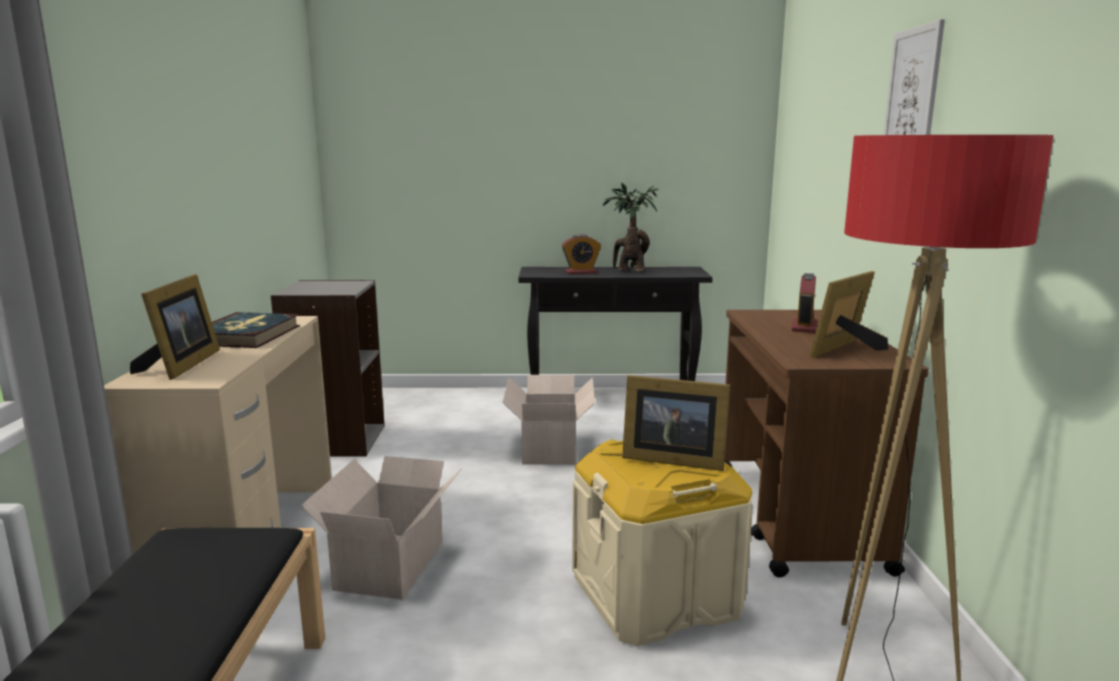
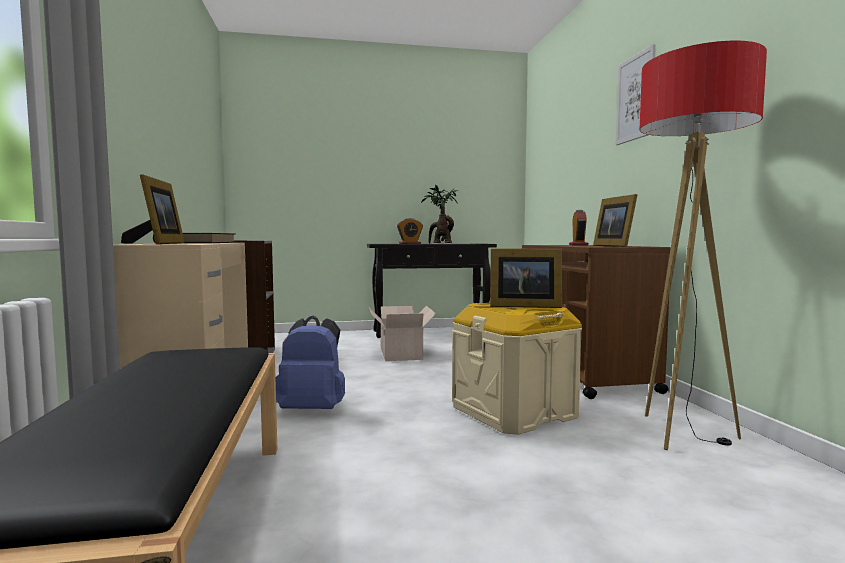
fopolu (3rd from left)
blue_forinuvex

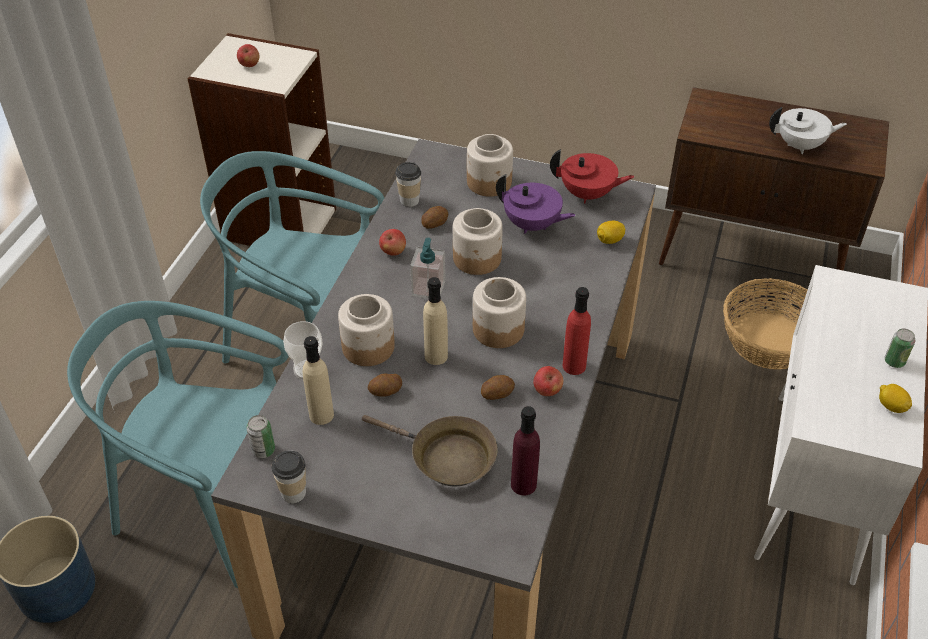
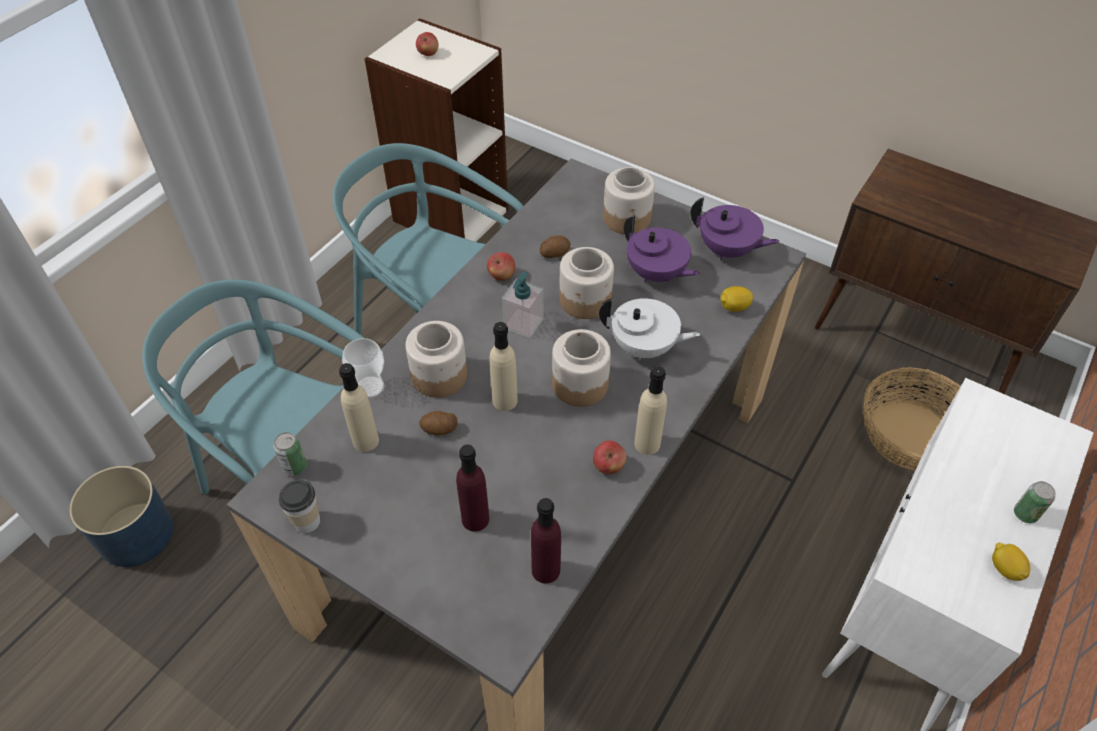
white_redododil
purple_redododil (2nd from left)
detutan (3rd from left in the first image)
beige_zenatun (3rd from left)
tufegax (3rd from left in the first image)
purple_zenatun (1st from left)

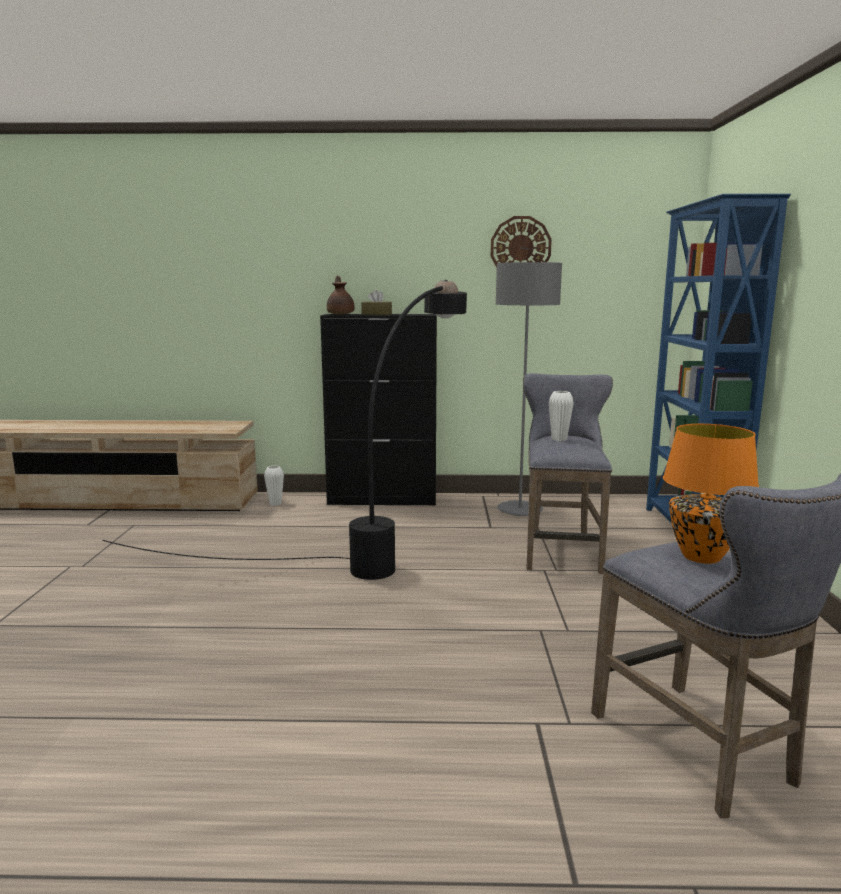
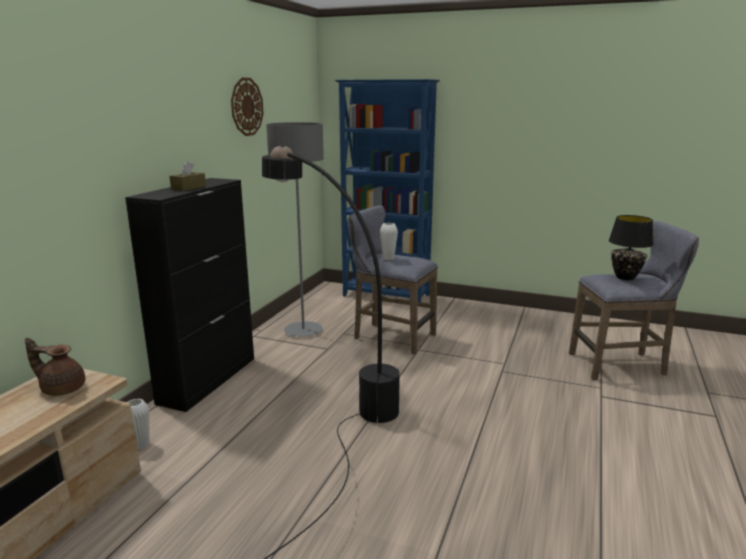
brown_redododil
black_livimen

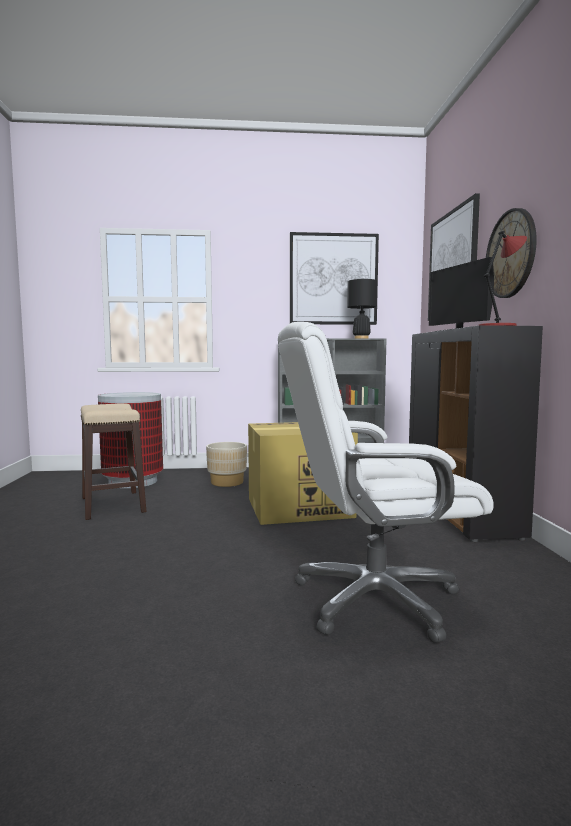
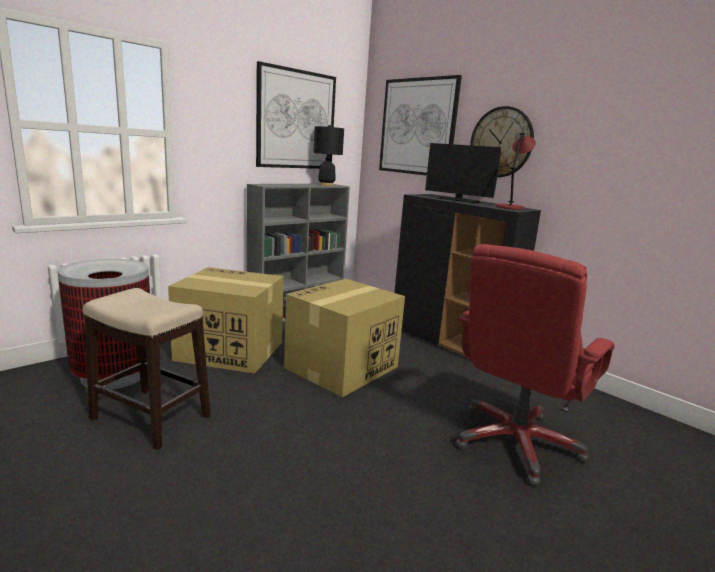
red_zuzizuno
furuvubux (1st from left)

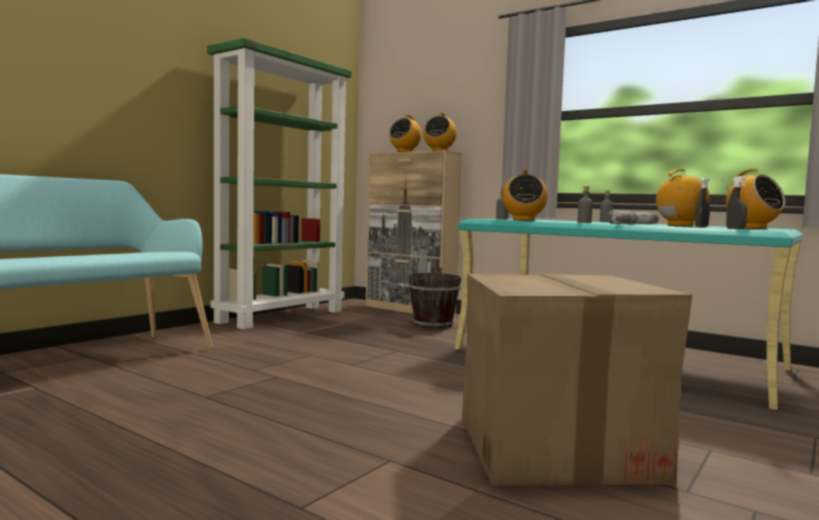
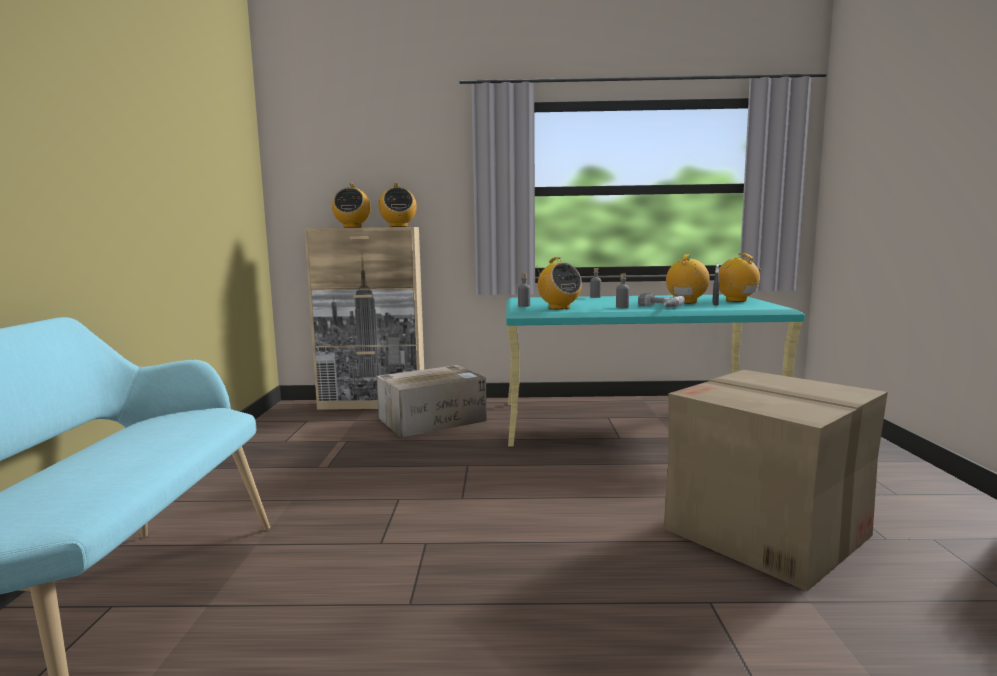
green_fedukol
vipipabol (5th from left)
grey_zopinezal (2nd from left in the first image)
furuvubux (1st from left)

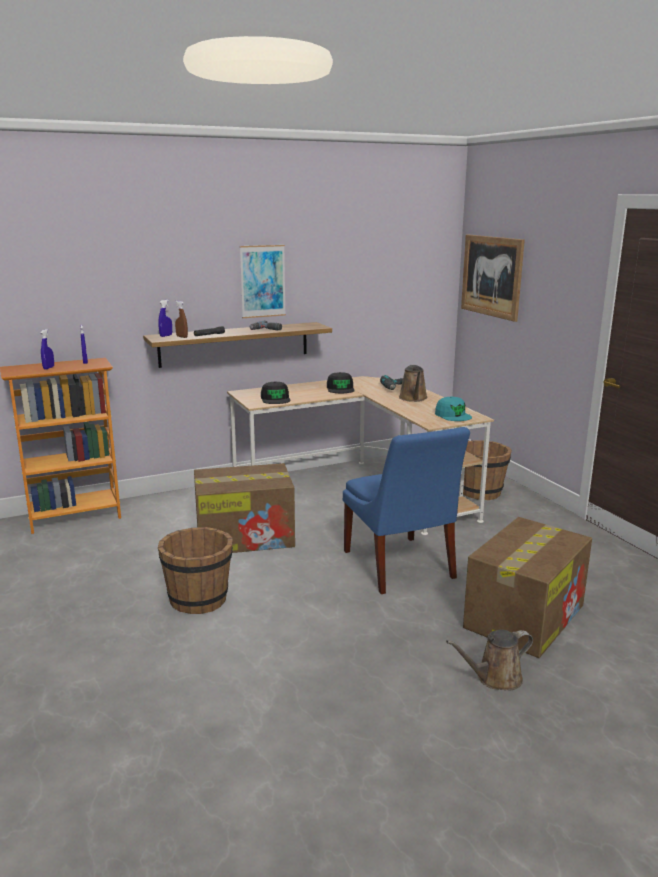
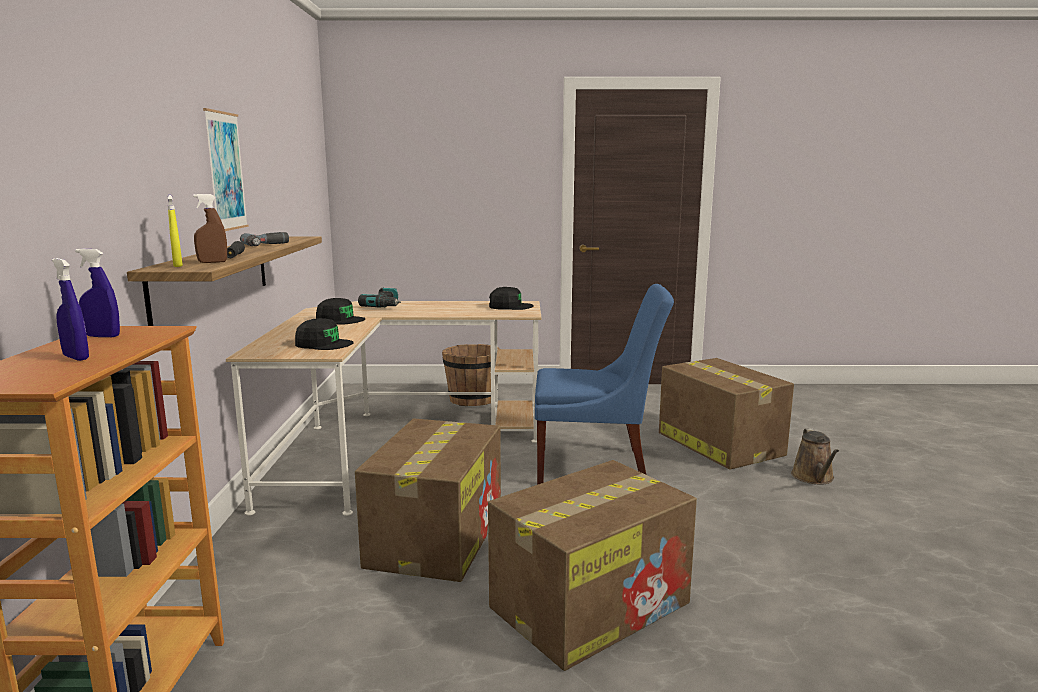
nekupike (2nd from left in the first image)
yellow_zopinezal
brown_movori (1st from left in the first image)
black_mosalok (3rd from left)
furuvubux (2nd from left)

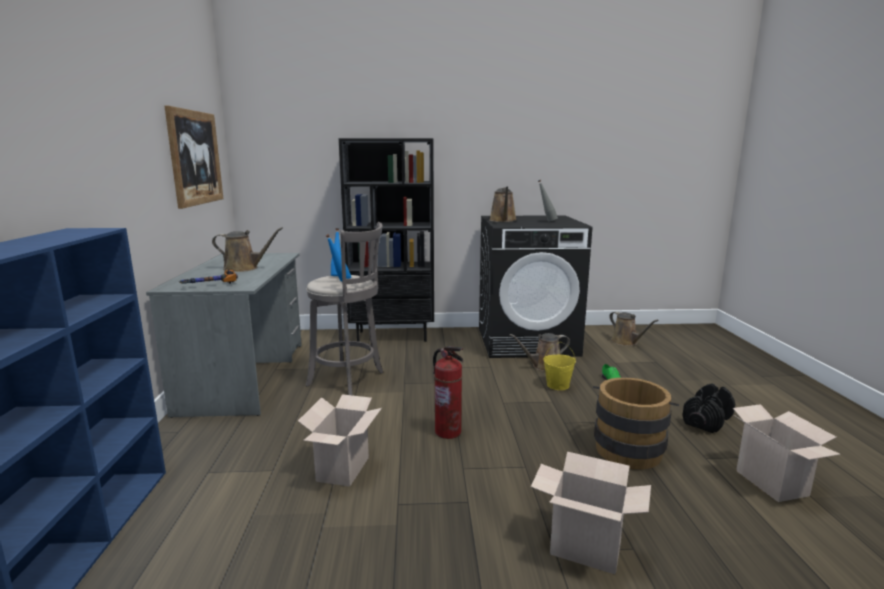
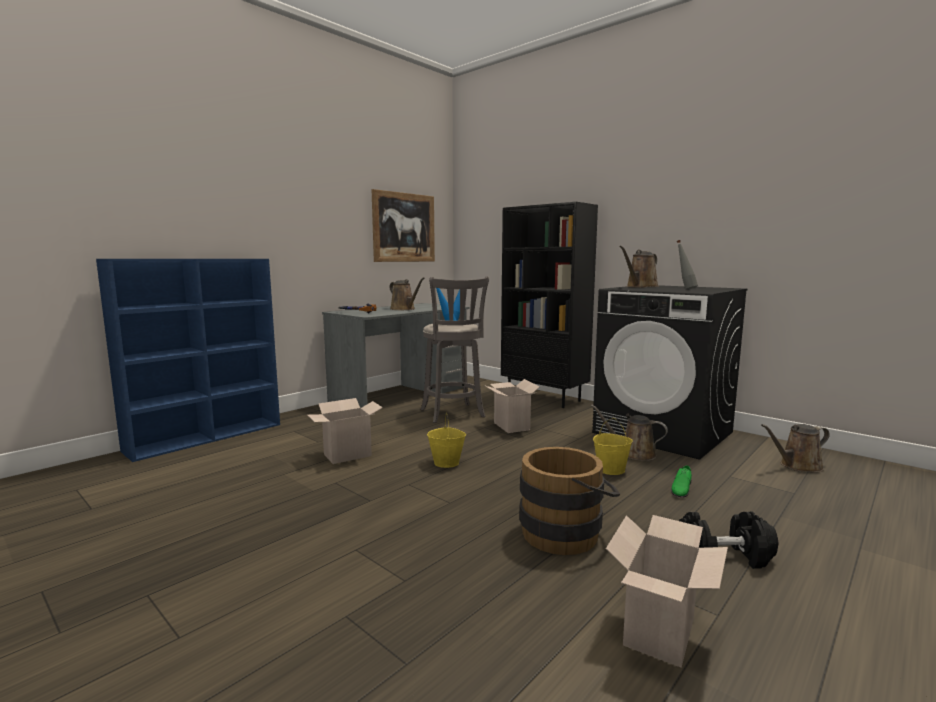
brown_movori (4th from left)
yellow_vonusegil (1st from left)
furuvubux (2nd from left)

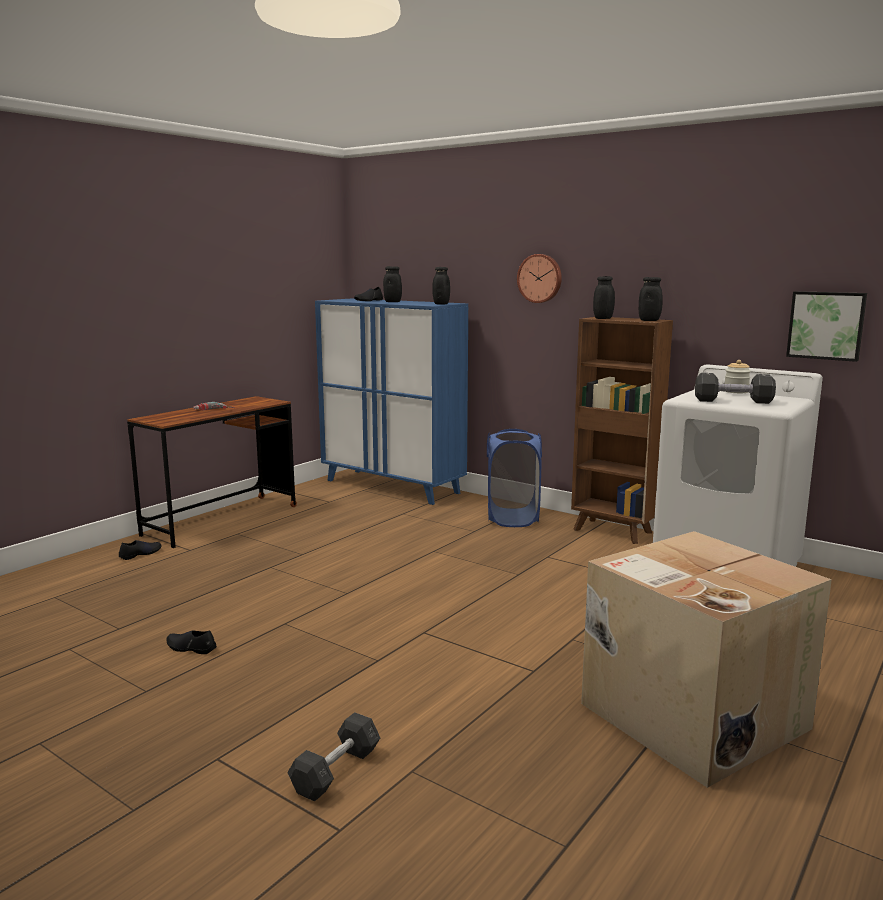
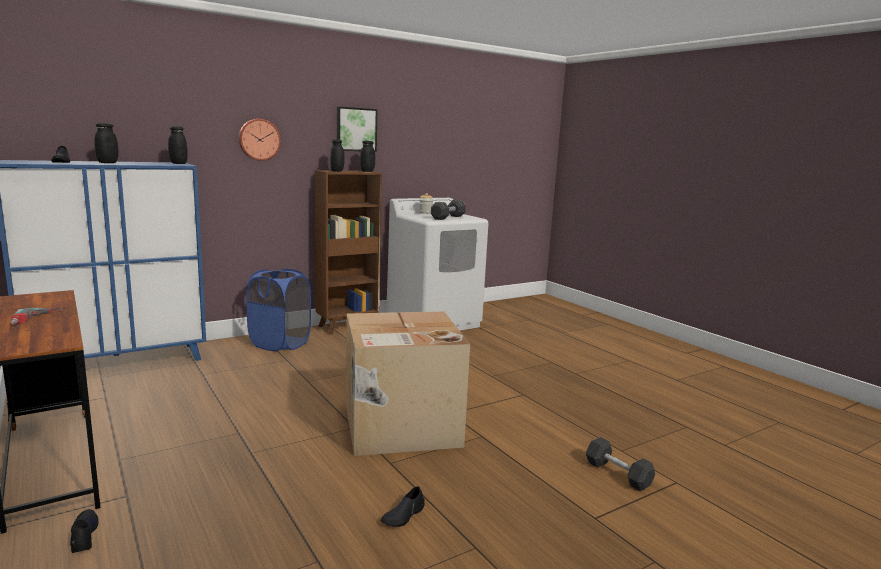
nekupike
furuvubux

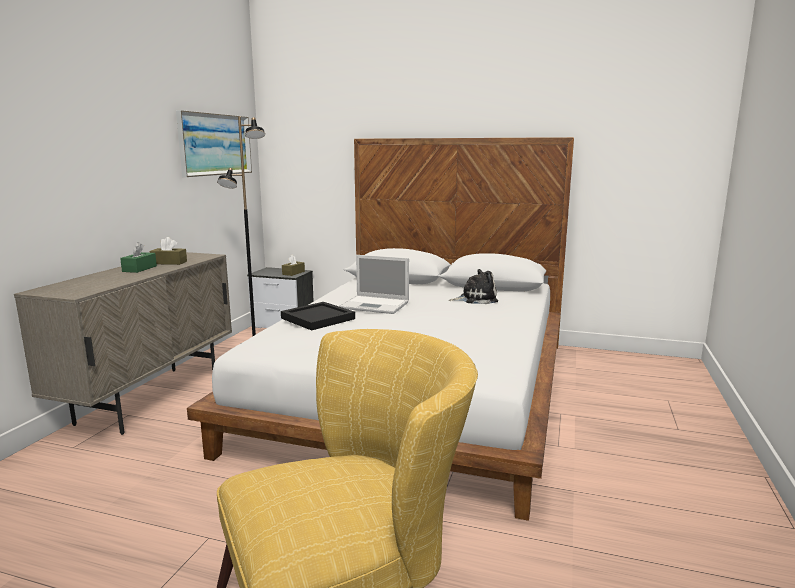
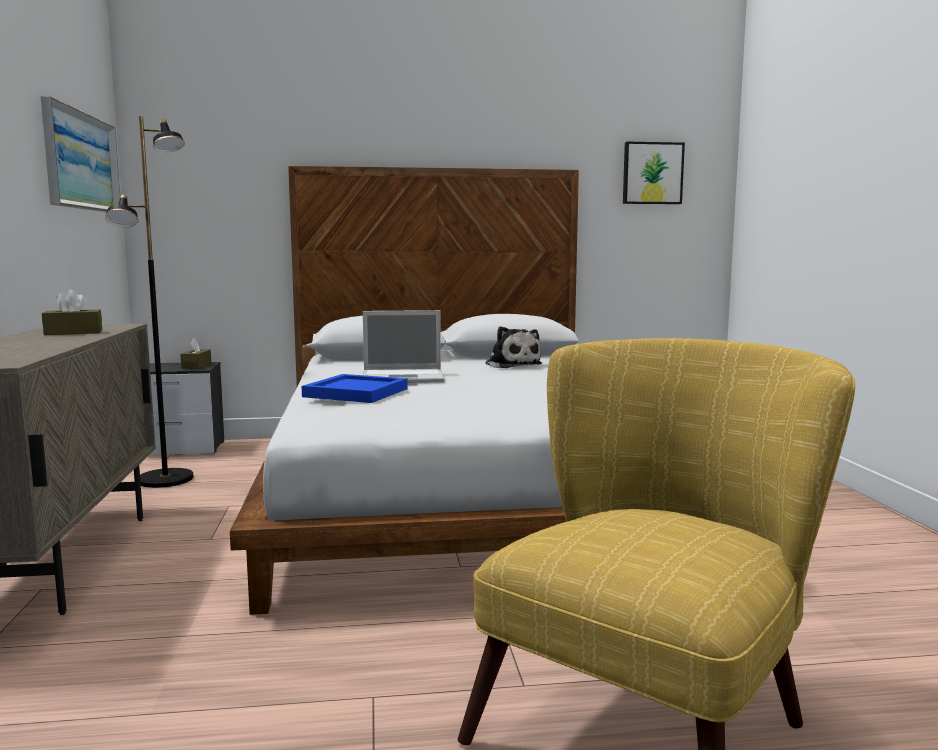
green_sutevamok
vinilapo
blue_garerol
nekupike (2nd from left)

